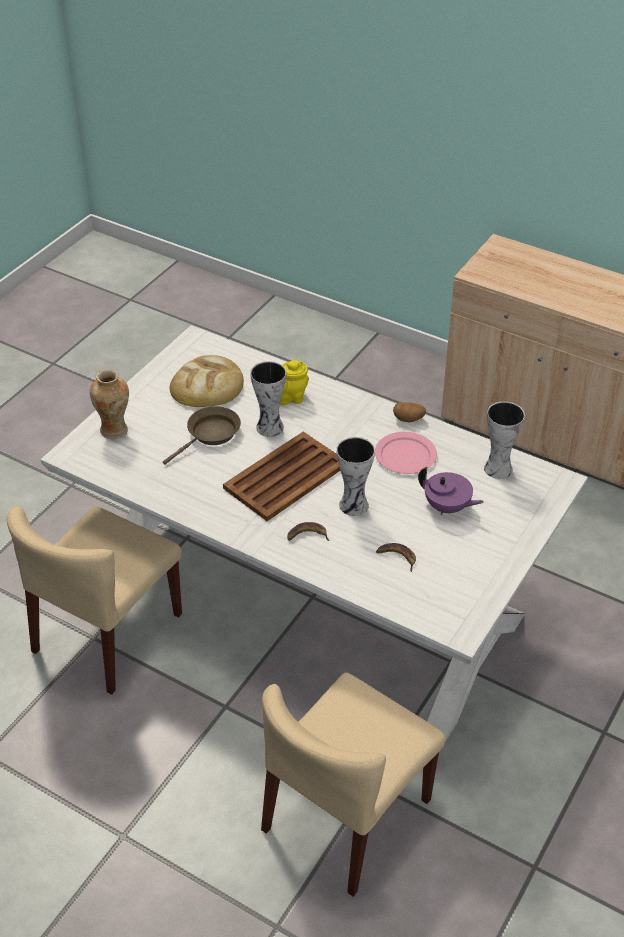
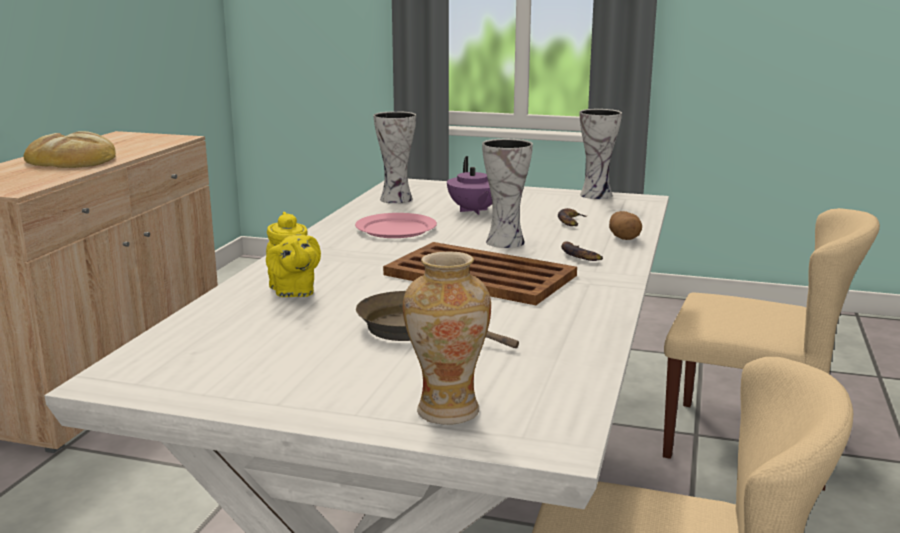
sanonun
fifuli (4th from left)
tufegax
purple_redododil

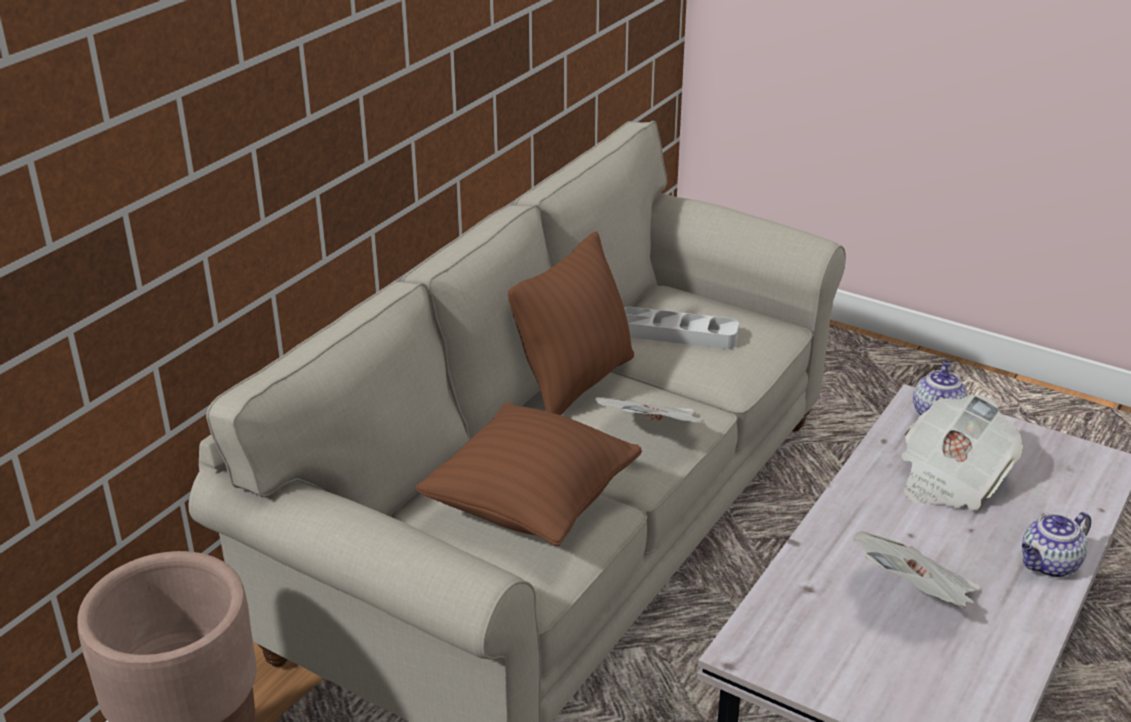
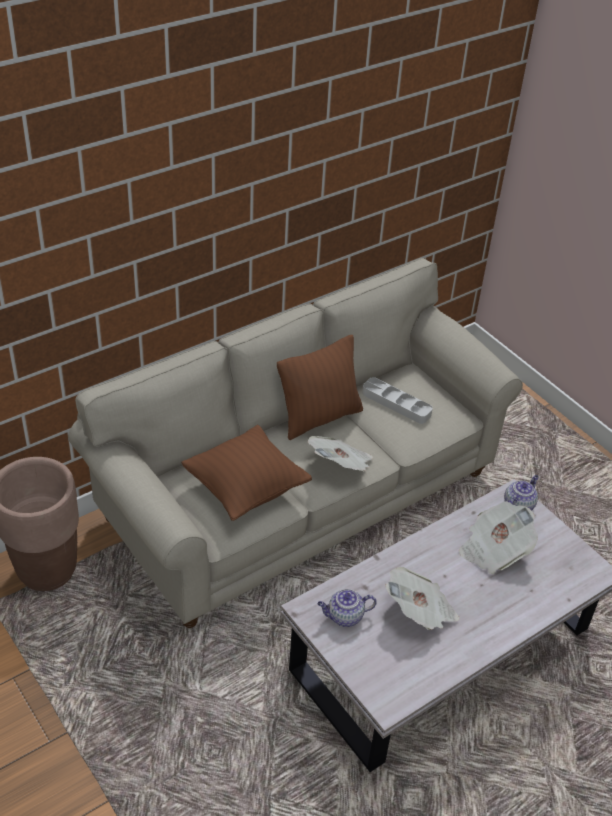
redododil (1st from left)

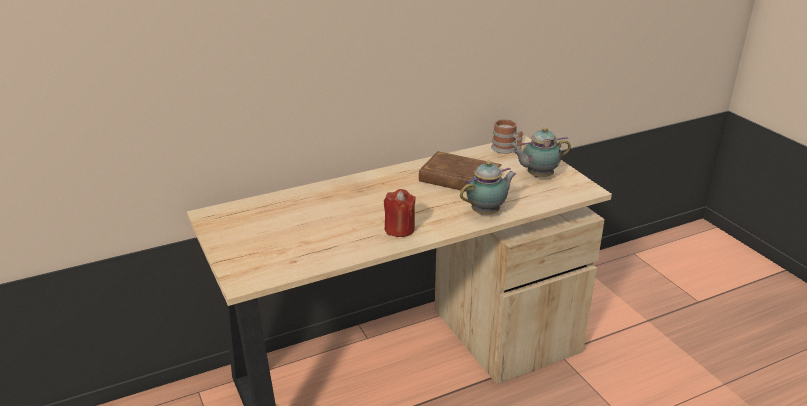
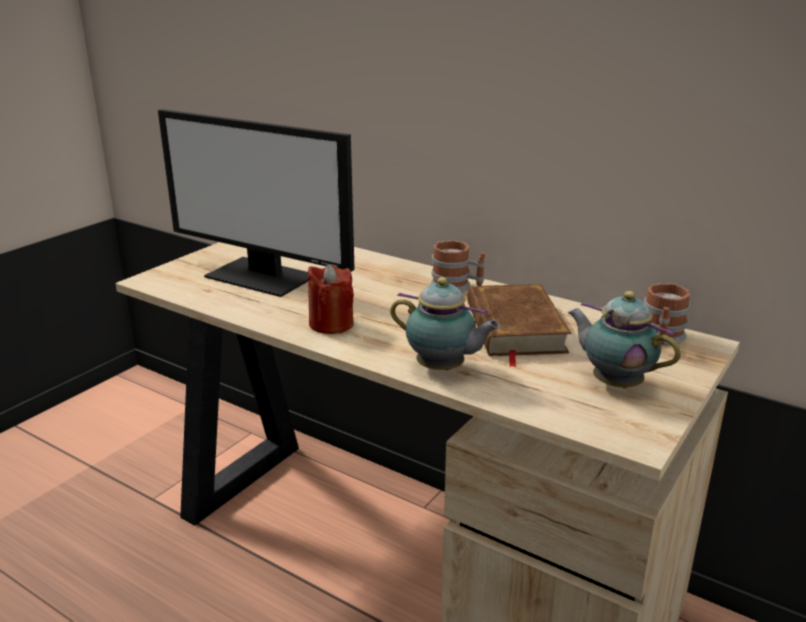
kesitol
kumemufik (1st from left)

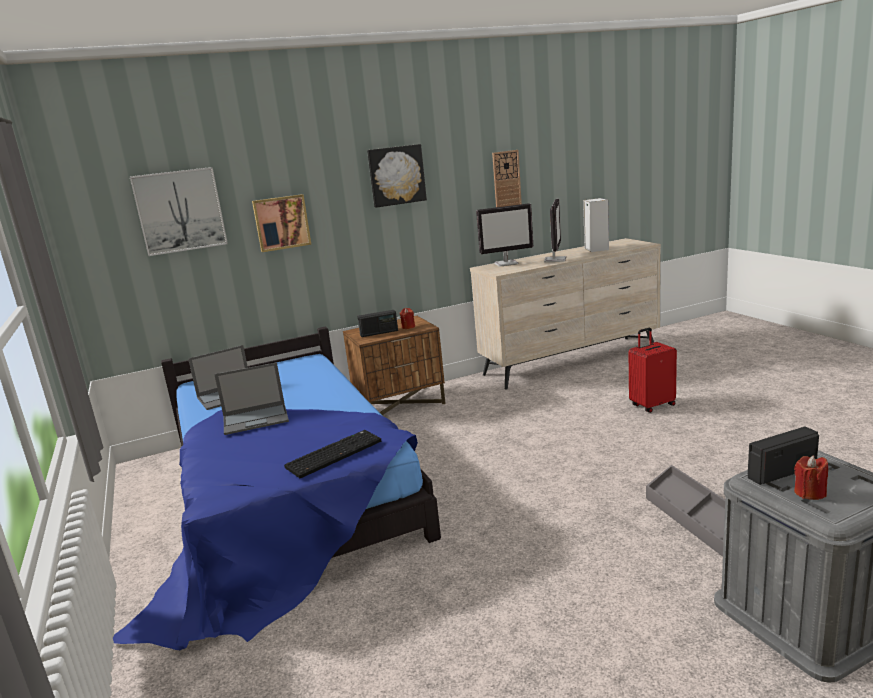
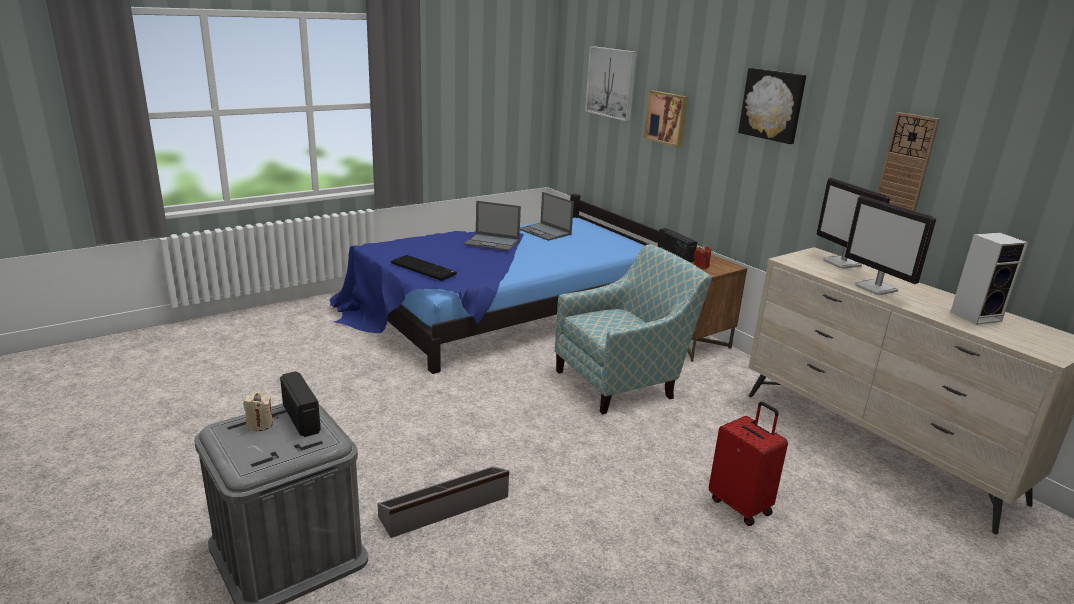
kesitol (2nd from left)
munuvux (1st from left)
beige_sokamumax
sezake

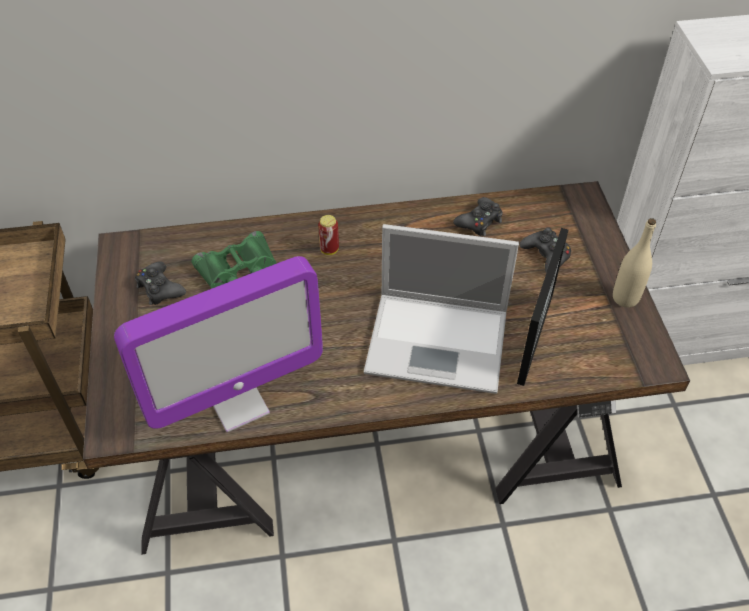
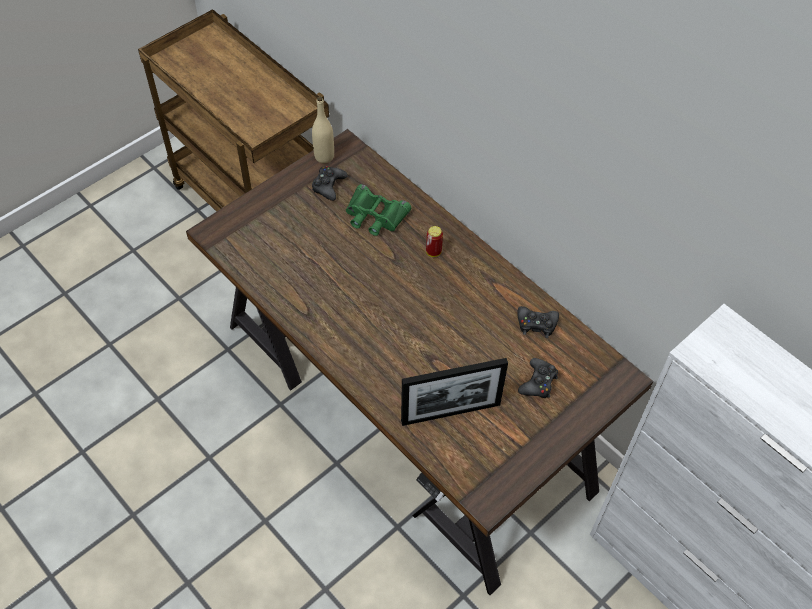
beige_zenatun
munuvux
kesitol

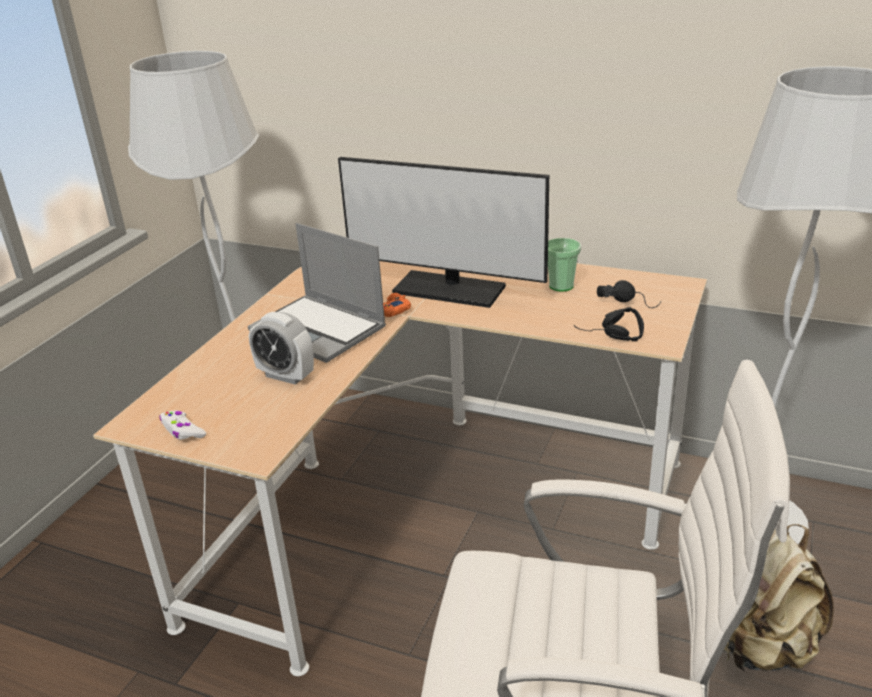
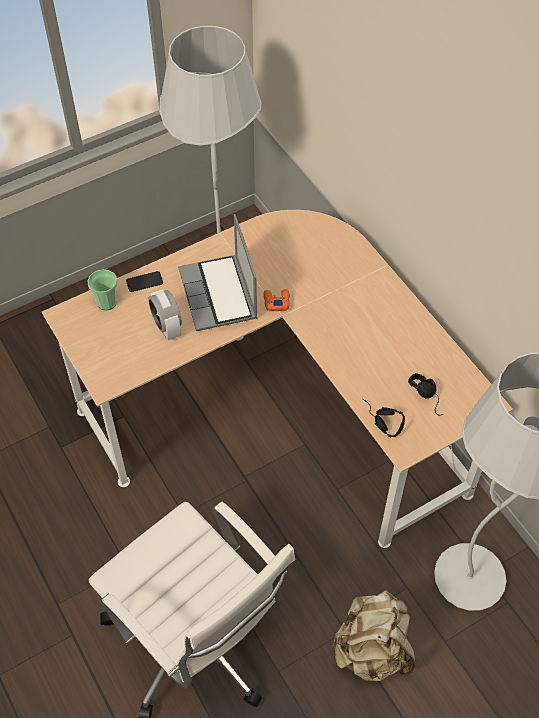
kesitol
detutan
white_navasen
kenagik

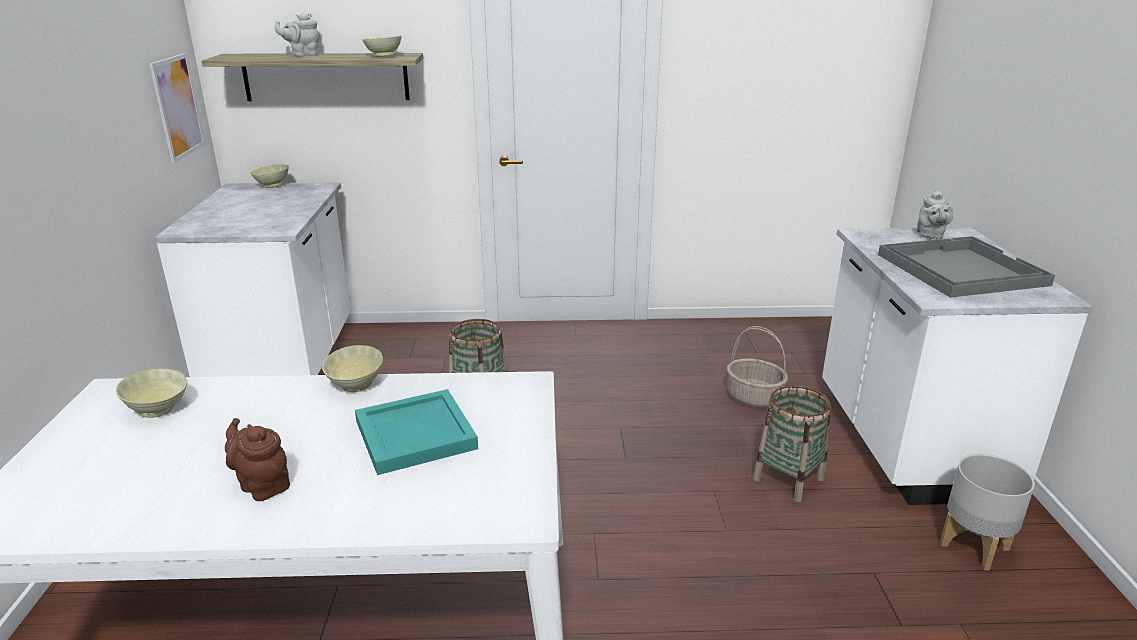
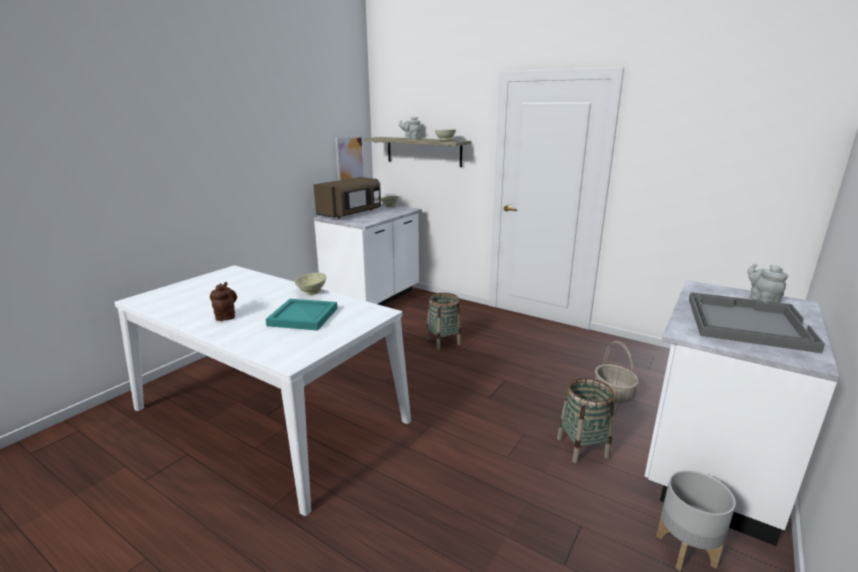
grey_redododil (2nd from left)
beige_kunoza (1st from left in the first image)
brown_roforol

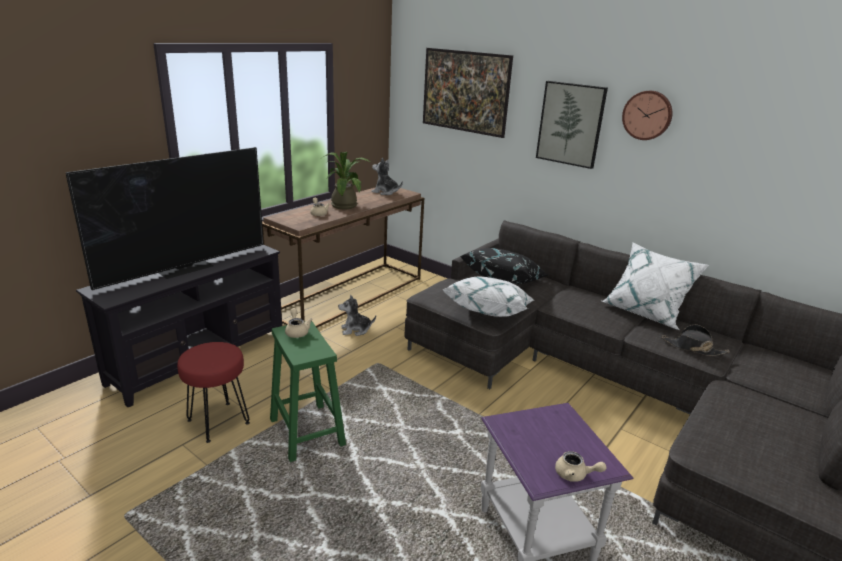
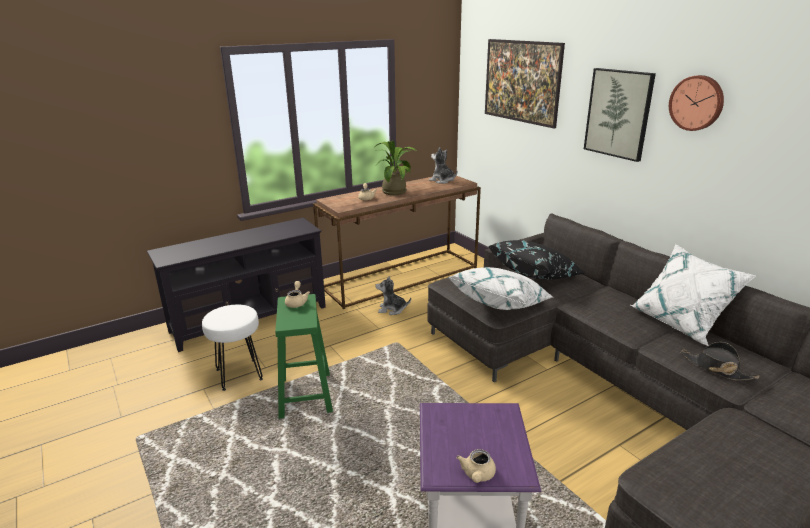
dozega
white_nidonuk
beige_redododil (3rd from left)

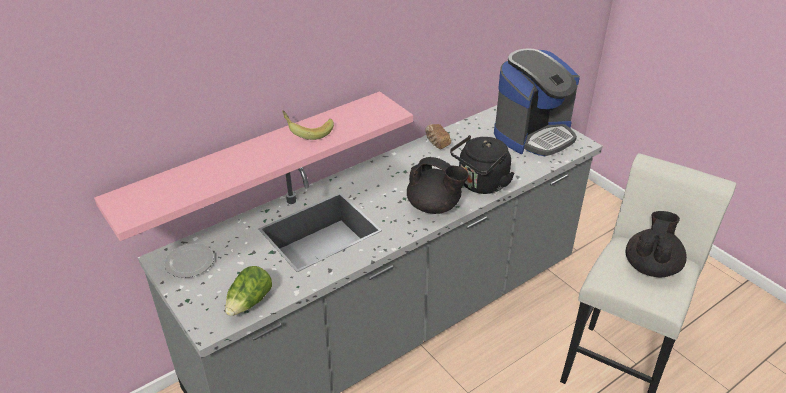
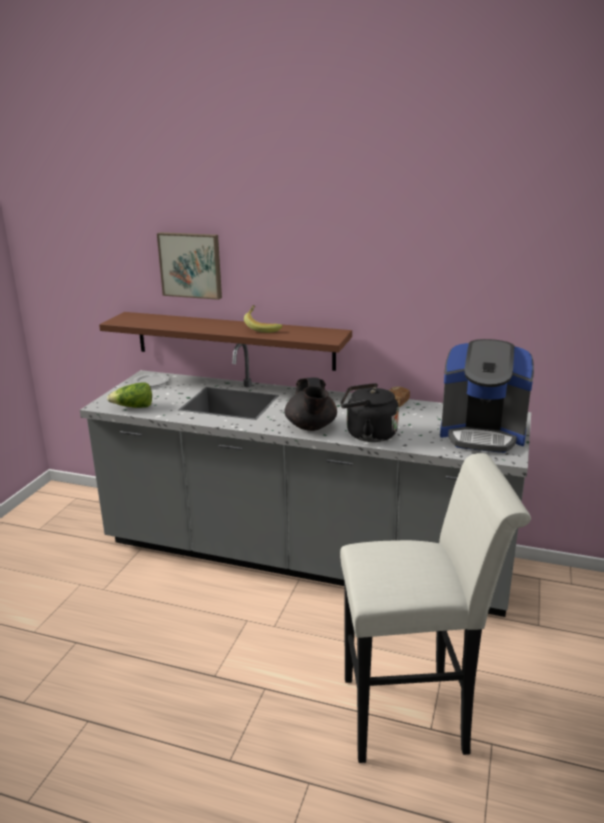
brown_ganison
black_redododil (2nd from left in the first image)
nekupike

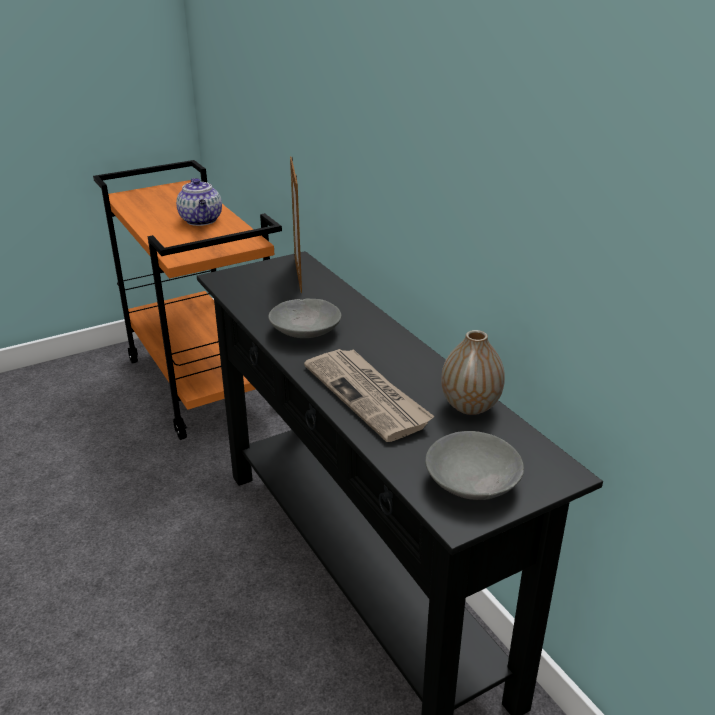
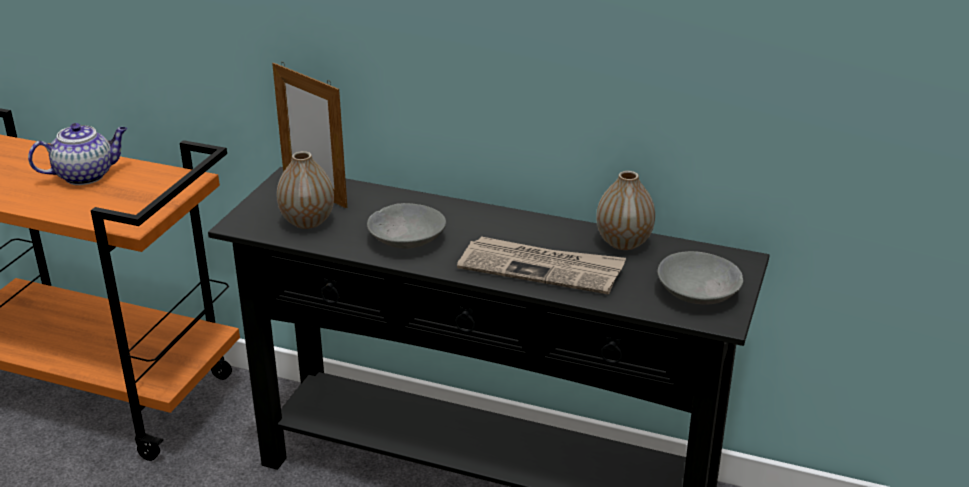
redododil
fifuli (1st from left)

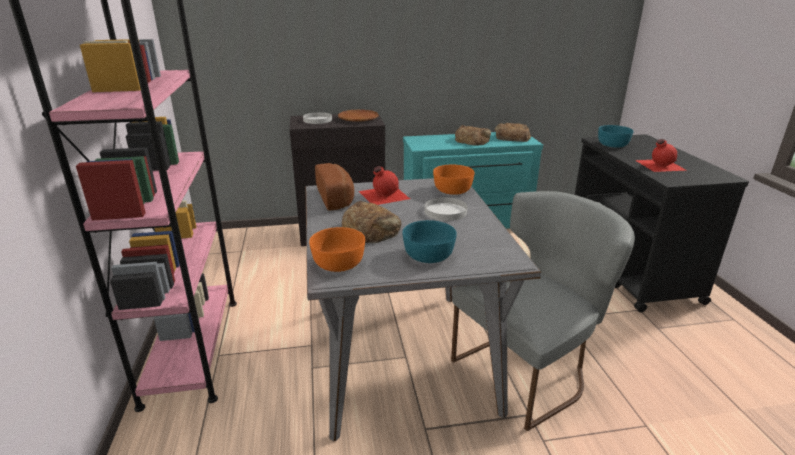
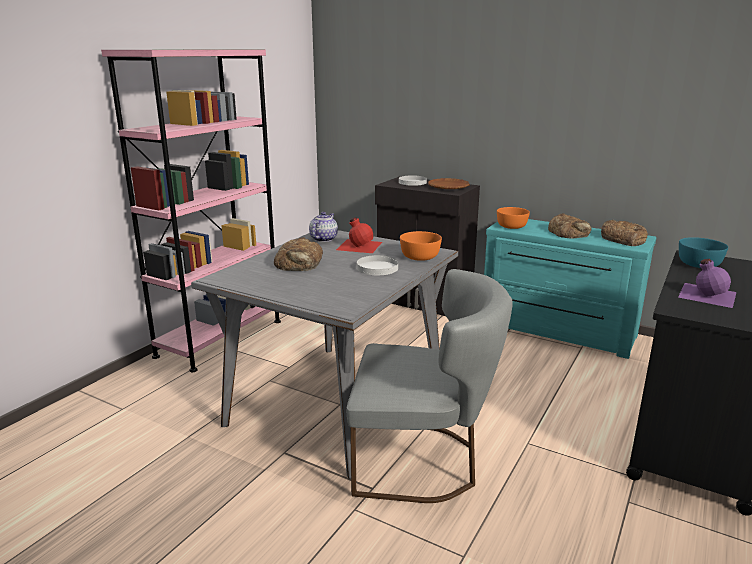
purple_zenatun
redododil
turquoise_kunoza (1st from left in the first image)
orange_kunoza (2nd from left)

